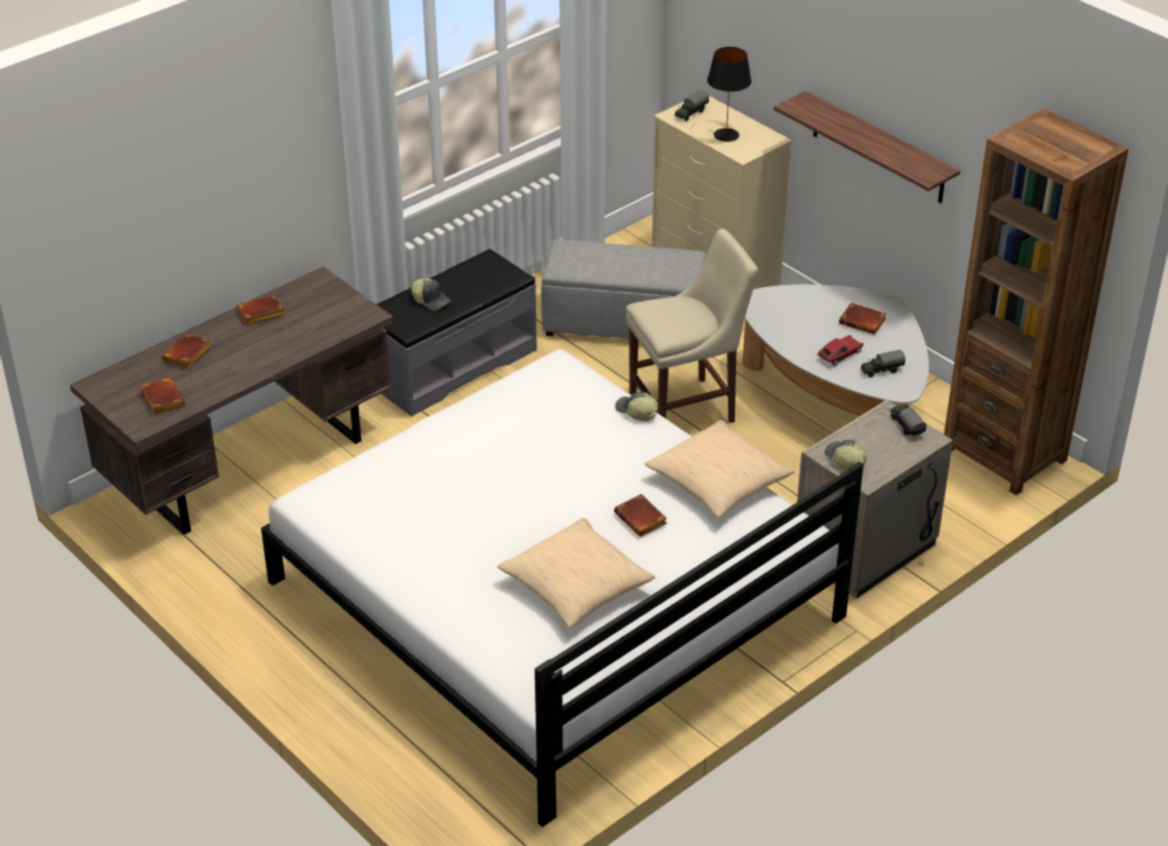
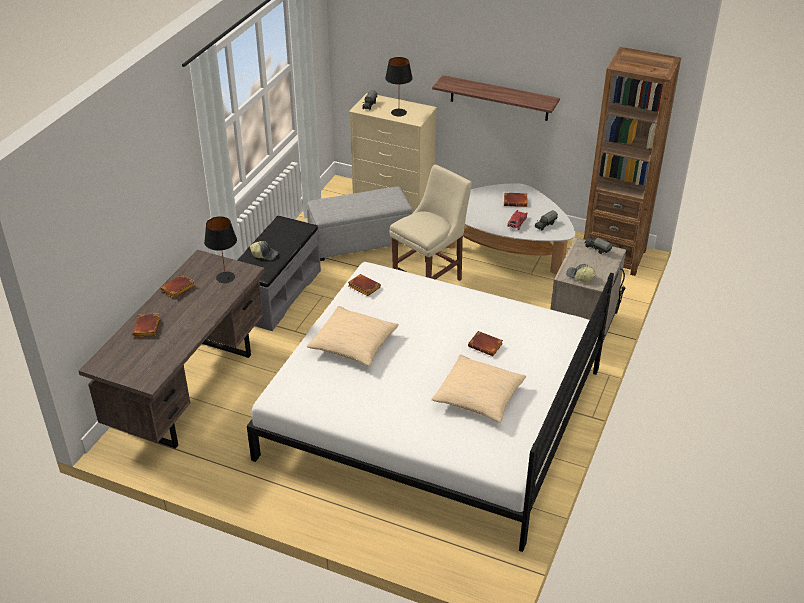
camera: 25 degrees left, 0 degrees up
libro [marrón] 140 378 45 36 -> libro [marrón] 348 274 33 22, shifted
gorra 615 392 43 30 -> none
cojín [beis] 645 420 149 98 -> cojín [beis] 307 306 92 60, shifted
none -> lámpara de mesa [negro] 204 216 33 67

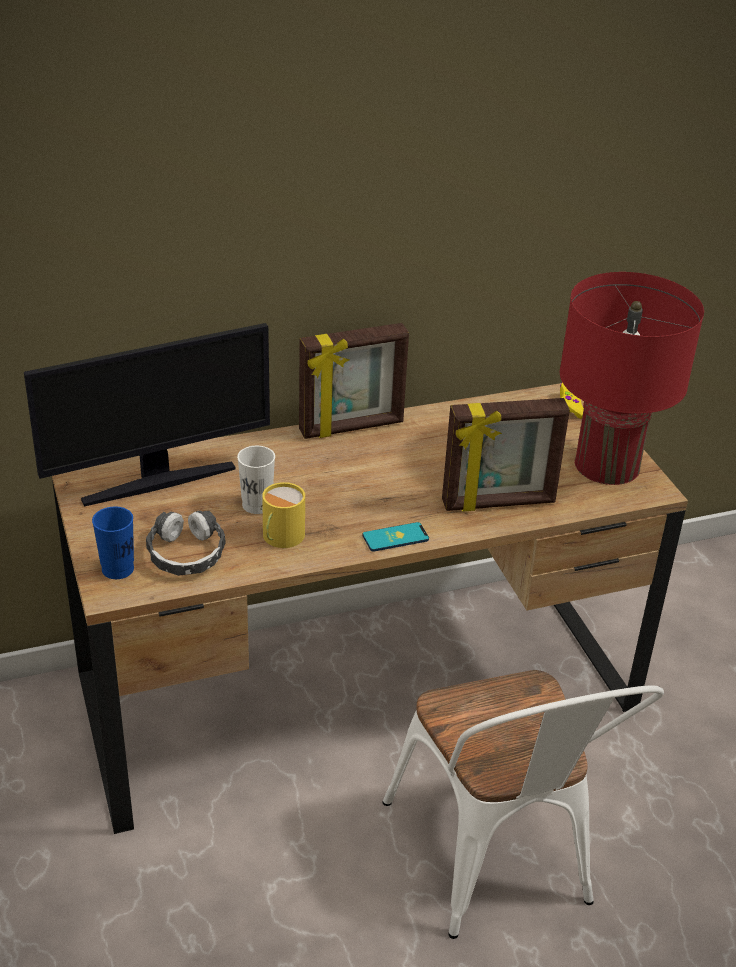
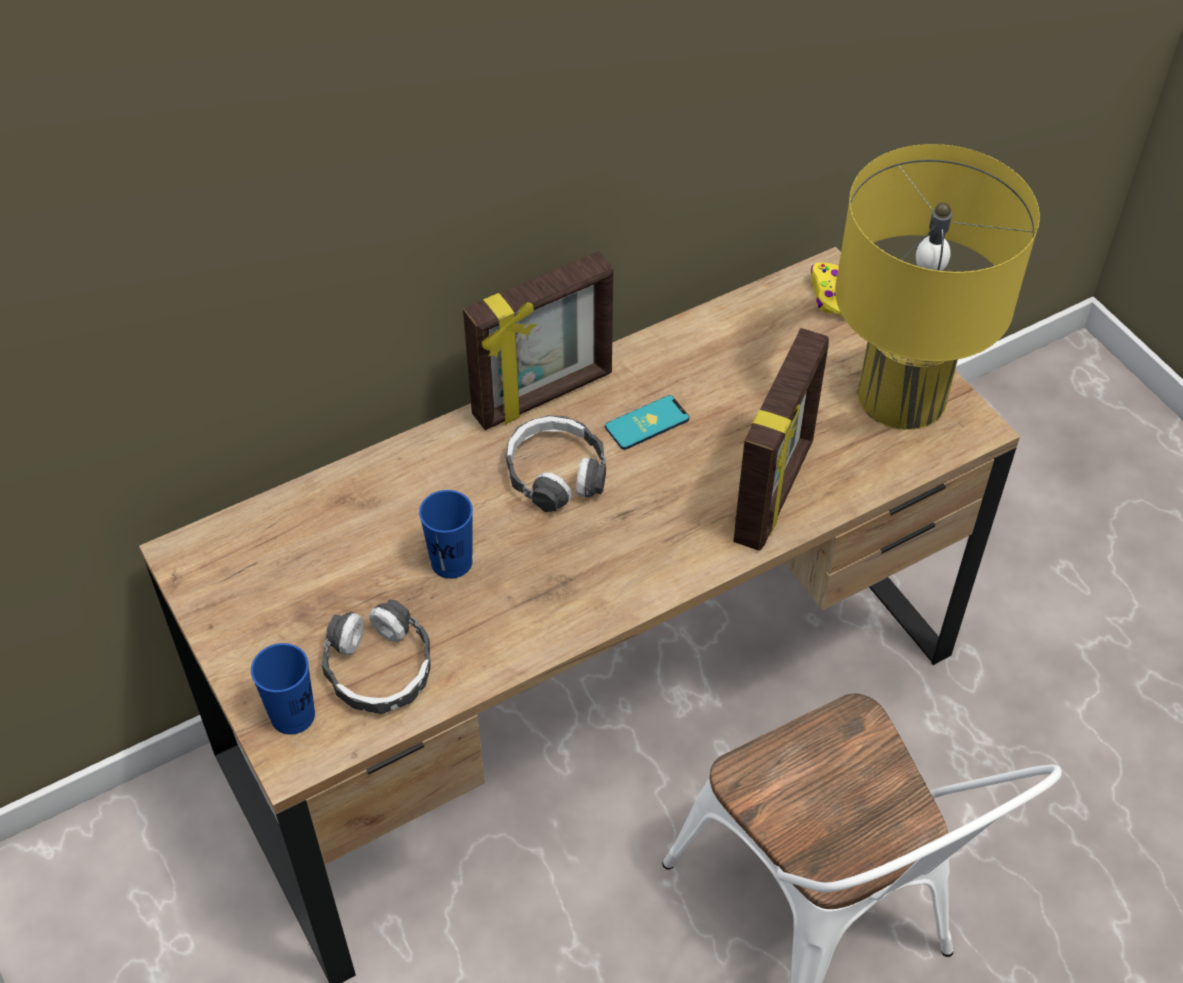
camera: 10 degrees left, 15 degrees up
monitor 24 323 246 183 -> none
taza [blanco] 237 446 38 68 -> taza [azul] 419 490 54 89
taza grande [amarillo] 261 482 44 66 -> none
móvil 363 522 66 30 -> móvil 605 395 84 55, shifted
portarretratos 442 398 128 114 -> portarretratos 733 328 96 223, 45 degrees counterclockwise
lámpara de mesa [rojo] 560 272 144 213 -> lámpara de mesa [amarillo] 835 144 205 286
none -> auriculares 505 415 101 97

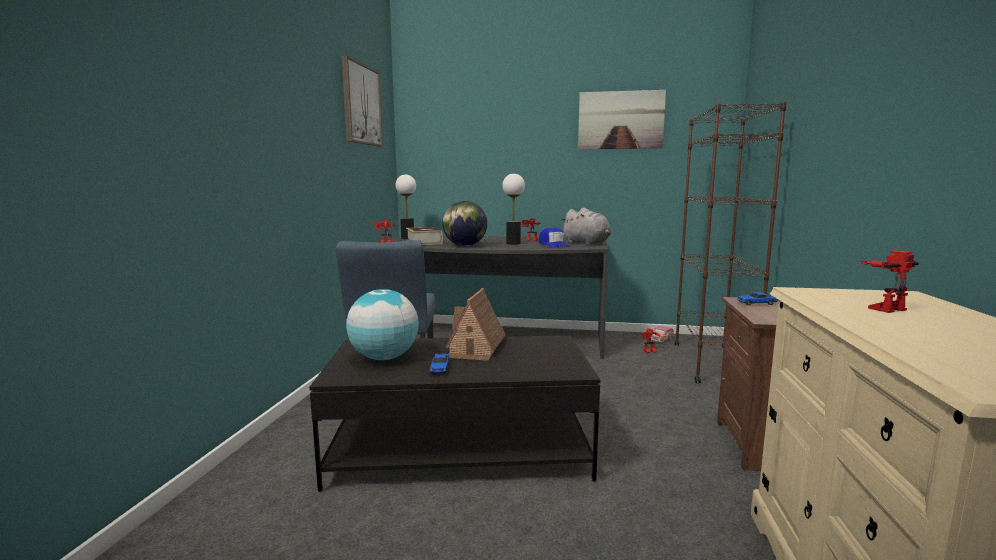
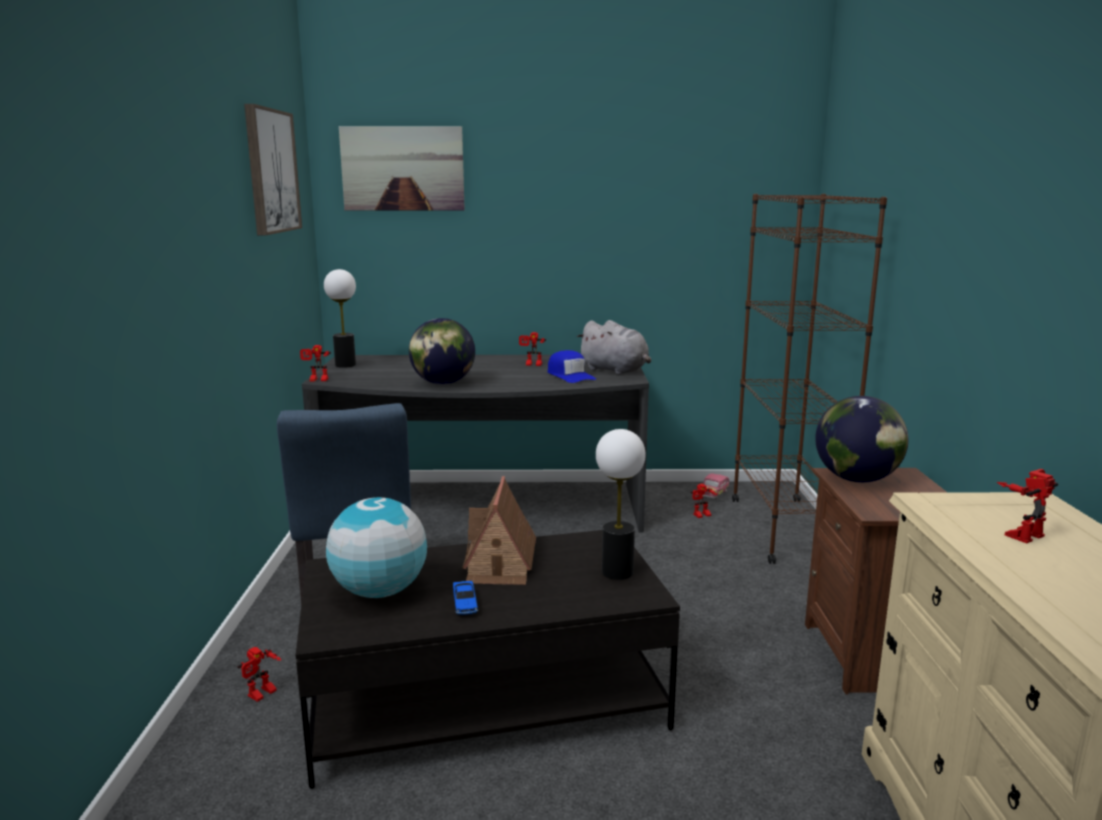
camera: 10 degrees left, 5 degrees up
libro 406 227 37 18 -> none
lámpara de mesa 502 174 23 71 -> lámpara de mesa 596 429 50 151, shifted
cuadro 578 90 88 59 -> cuadro 339 126 126 84, shifted
coche de juguete 737 292 42 13 -> globo terráqueo 815 396 93 87
none -> robot de juguete 238 647 43 55

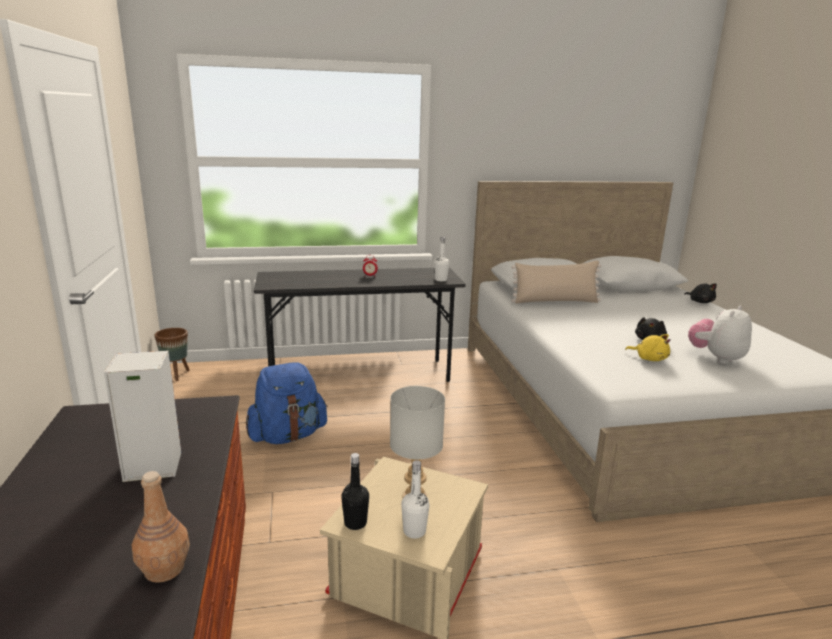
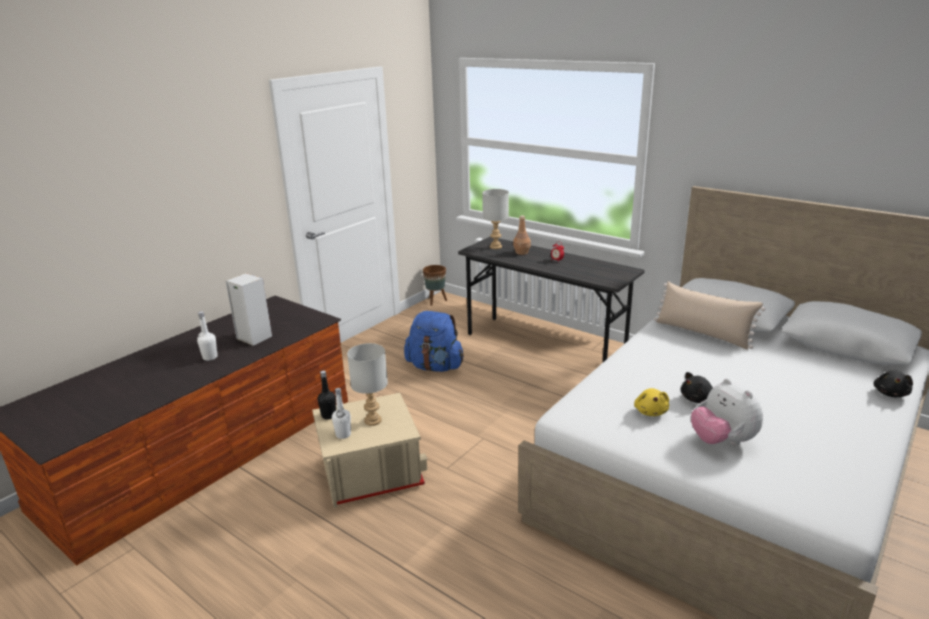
camera: 50 degrees right, 5 degrees up
botella [marrón] 132 471 58 112 -> botella [marrón] 513 216 18 39, shifted
botella [blanco] 434 237 15 44 -> botella [blanco] 197 311 21 50, shifted
peluche 688 305 64 59 -> peluche 691 379 72 66, 120 degrees counterclockwise
none -> lámpara de mesa [gris] 482 189 27 60

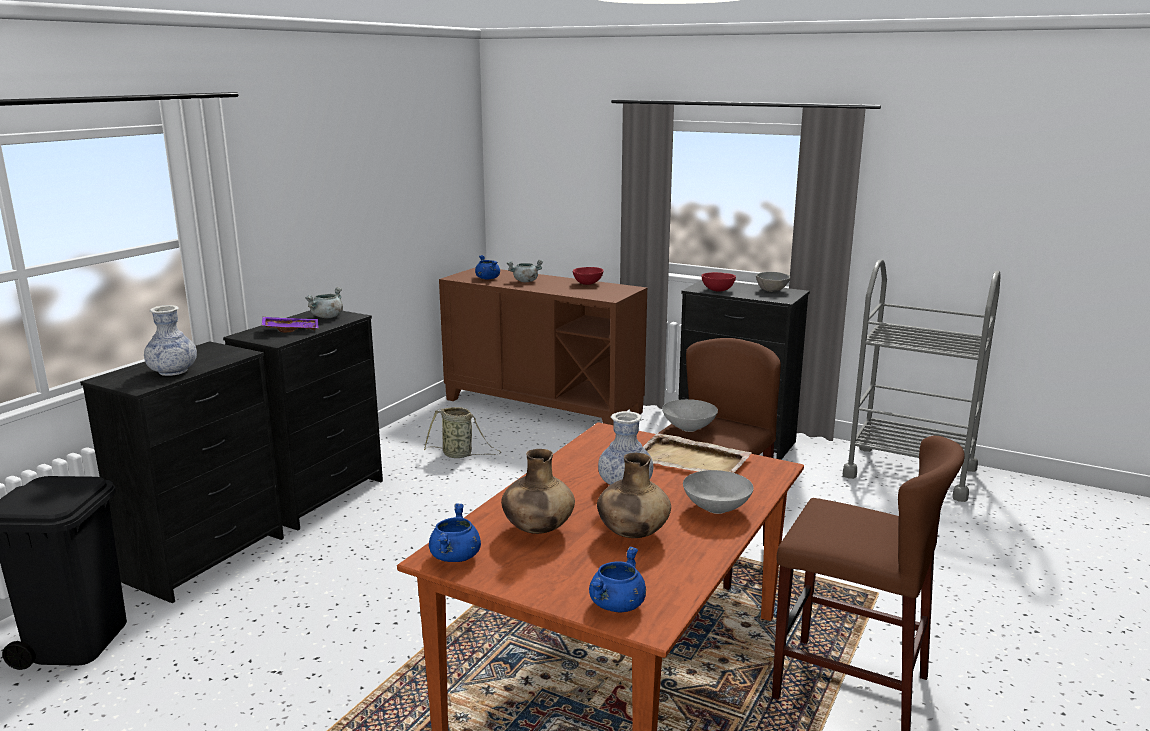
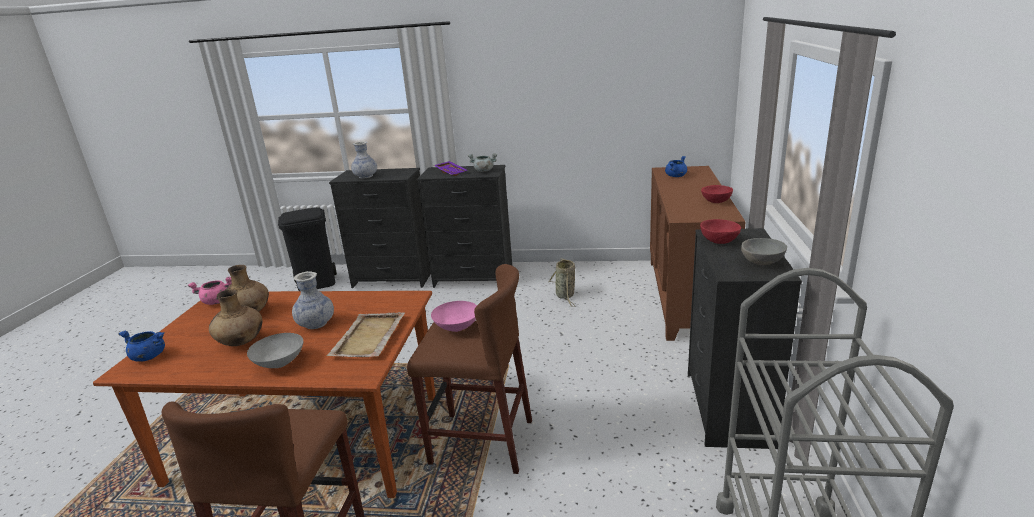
camera: 70 degrees right, 5 degrees up
olla [azul] 429 503 52 59 -> olla [rosa] 188 277 44 28
olla [gris] 507 260 36 22 -> none
cuenco [gris] 662 399 56 33 -> cuenco [rosa] 431 301 46 31

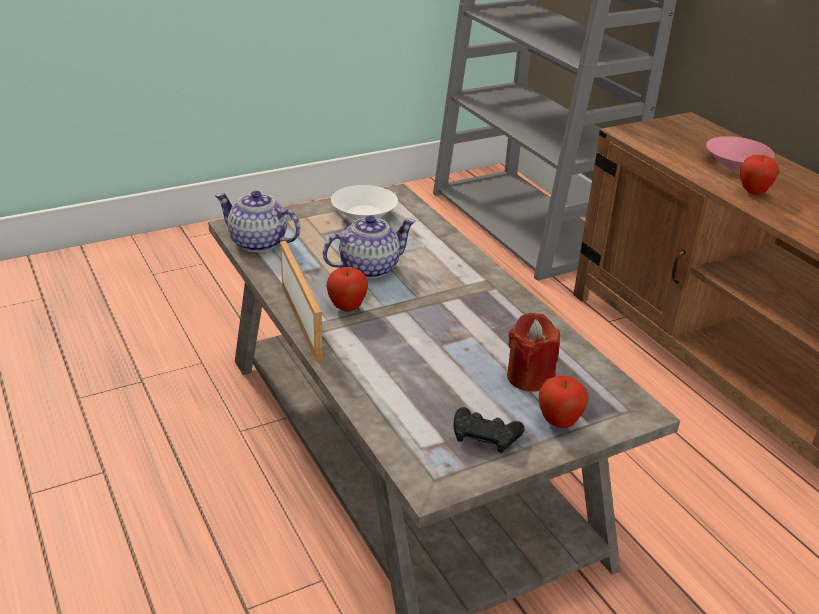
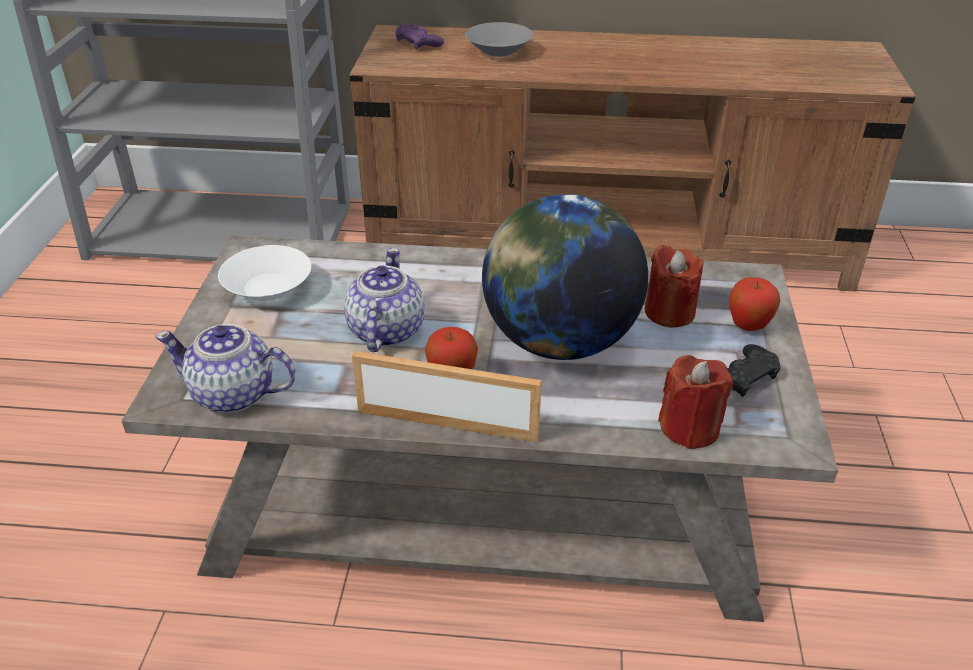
camera: 55 degrees left, 5 degrees up
tetera 215 191 85 61 -> tetera 155 324 141 89, 45 degrees clockwise
cuenco [rosa] 706 136 68 35 -> cuenco [gris] 465 22 68 35
manzana 740 155 39 40 -> none
none -> mando de consola [morado] 396 23 48 27
none -> globo terráqueo 482 194 166 166
none -> vela [rojo] 658 355 75 94

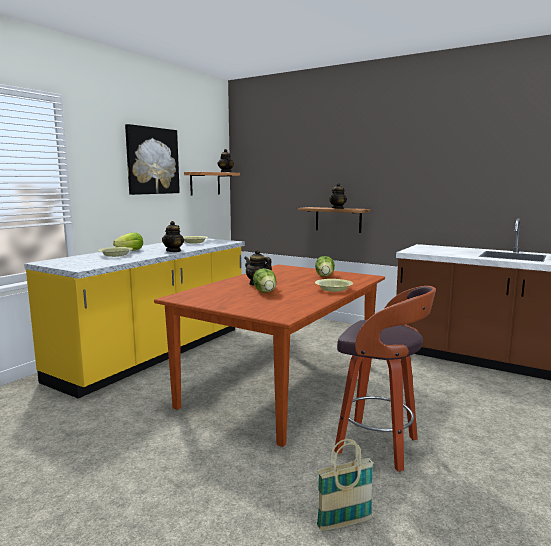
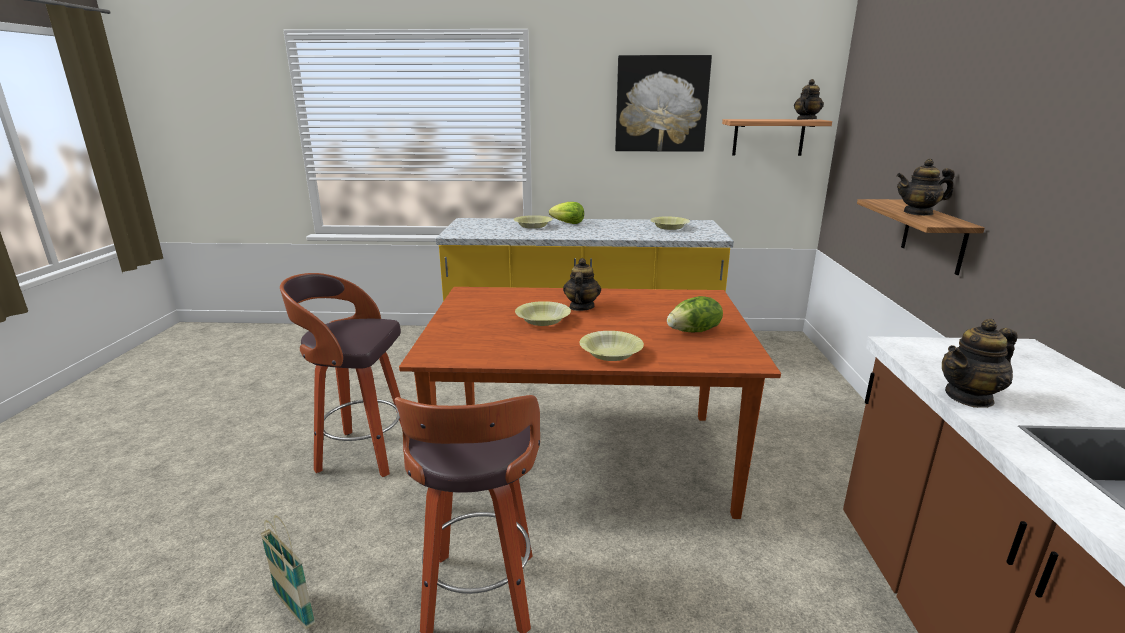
camera: 60 degrees right, 10 degrees up
tetera 162 221 22 31 -> tetera 942 319 75 89, shifted
lechuga 253 268 23 25 -> cuenco [amarillo] 515 301 56 25
none -> taburete 280 273 122 204

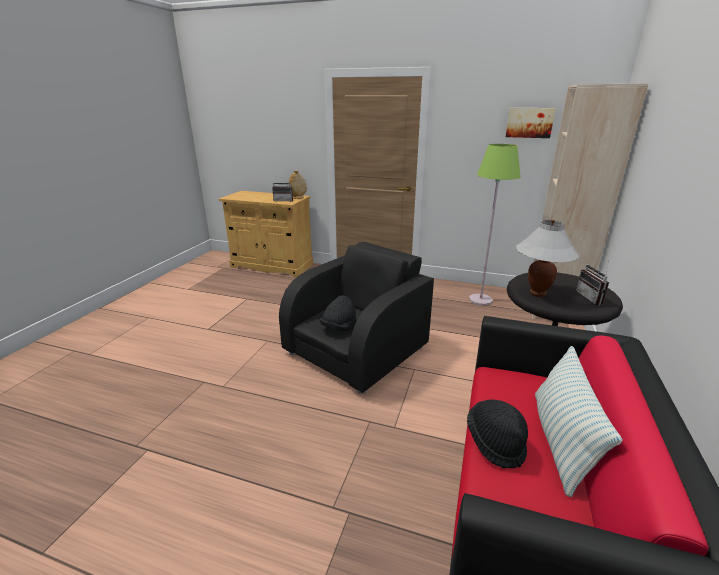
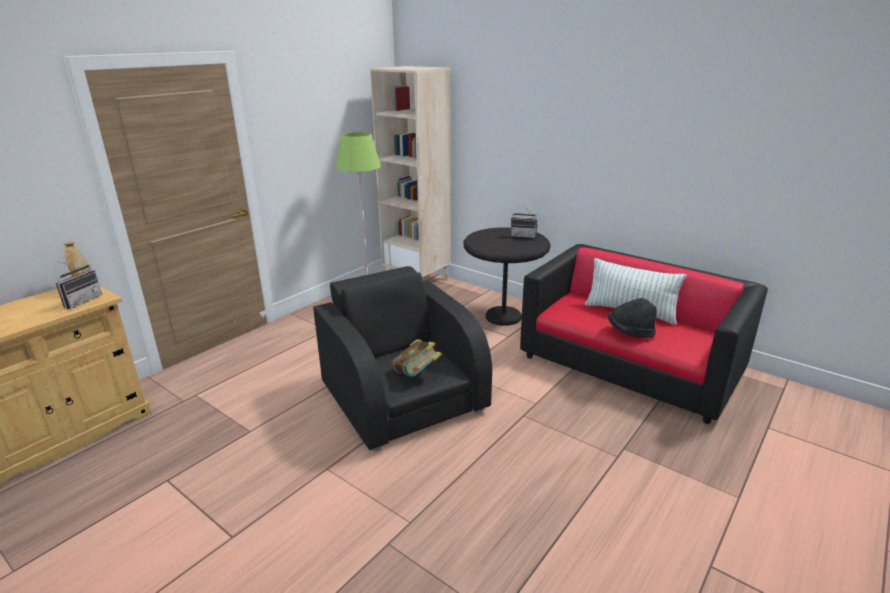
camera: 70 degrees left, 0 degrees up
sombrero [negro] 319 295 38 35 -> libro 391 339 51 38
cuadro 506 108 50 30 -> none
lámpara de mesa [blanco] 516 220 64 77 -> none

